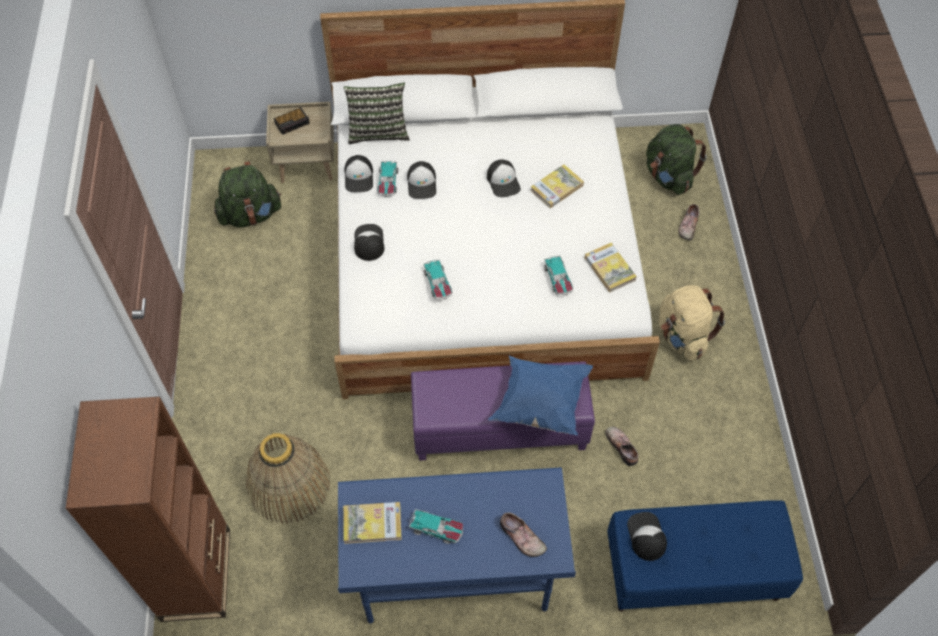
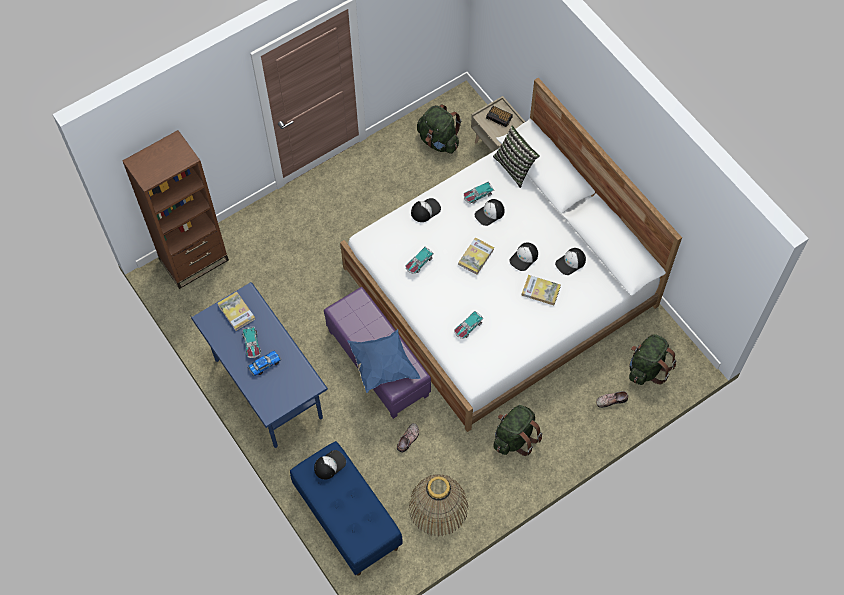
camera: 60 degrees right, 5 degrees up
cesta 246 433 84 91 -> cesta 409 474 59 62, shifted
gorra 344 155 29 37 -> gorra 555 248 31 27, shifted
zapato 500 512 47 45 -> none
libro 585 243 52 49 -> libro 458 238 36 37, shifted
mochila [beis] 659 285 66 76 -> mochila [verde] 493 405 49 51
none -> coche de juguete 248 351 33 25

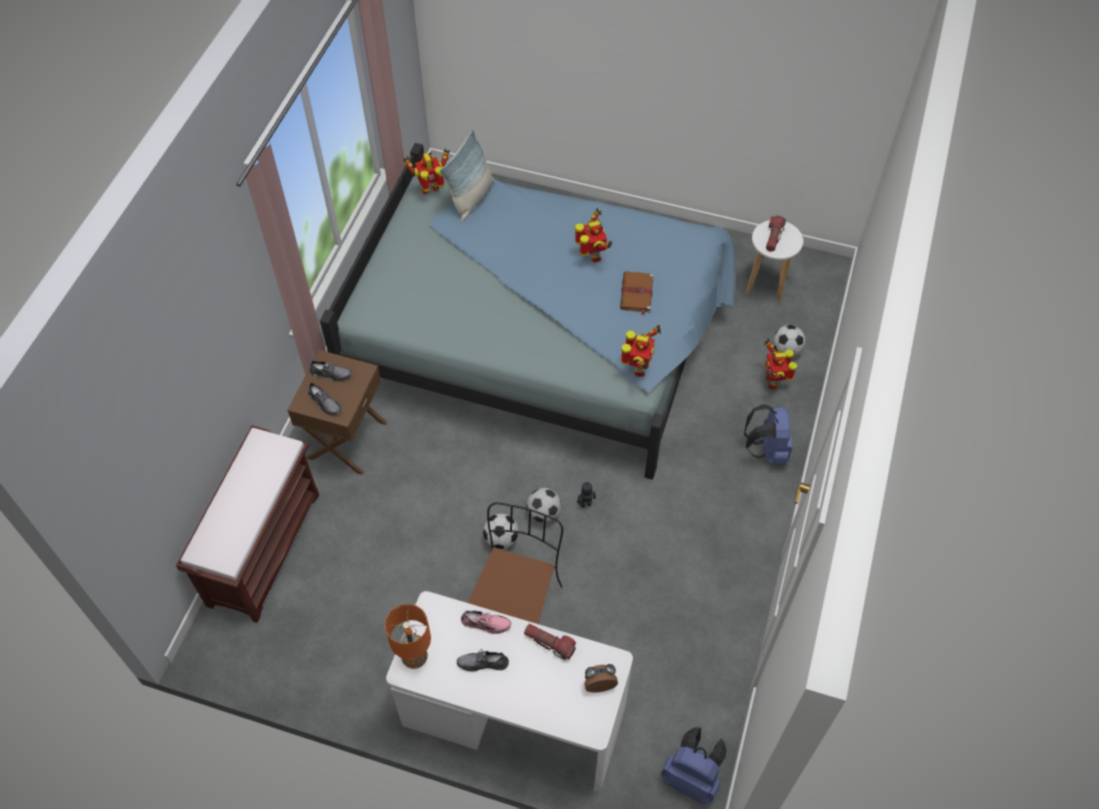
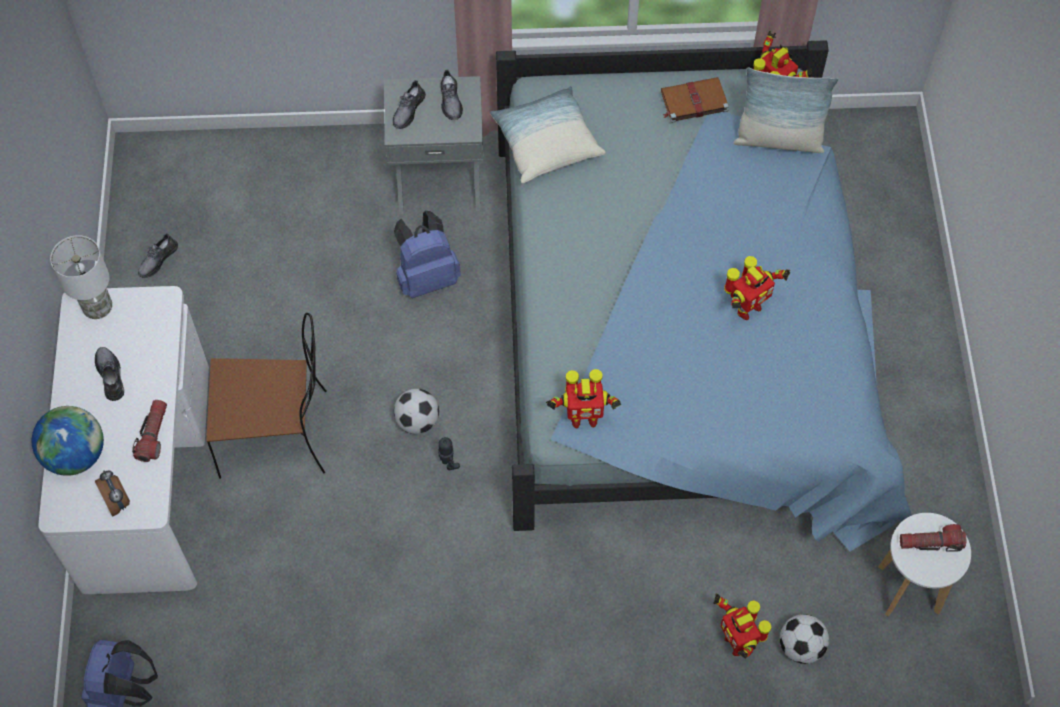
camera: 70 degrees right, 5 degrees up
banco [marrón] 176 425 143 198 -> none
mesita de noche [marrón] 287 350 100 125 -> mesita de noche [gris] 385 76 99 138
lámpara de mesa [naranja] 385 604 46 65 -> lámpara de mesa [blanco] 50 235 62 84
zapato [rosa] 461 610 50 24 -> none
balón de fútbol 483 514 35 35 -> none
libro [marrón] 620 272 34 44 -> libro [marrón] 661 77 68 46, shifted
mochila [azul] 744 404 49 61 -> mochila [azul] 394 211 67 87, shifted
robot de juguete 764 338 33 51 -> robot de juguete 713 593 58 66, 90 degrees counterclockwise
none -> globo terráqueo 32 406 72 70
none -> zapato [gris] 138 233 40 45
none -> cojín 490 86 116 97

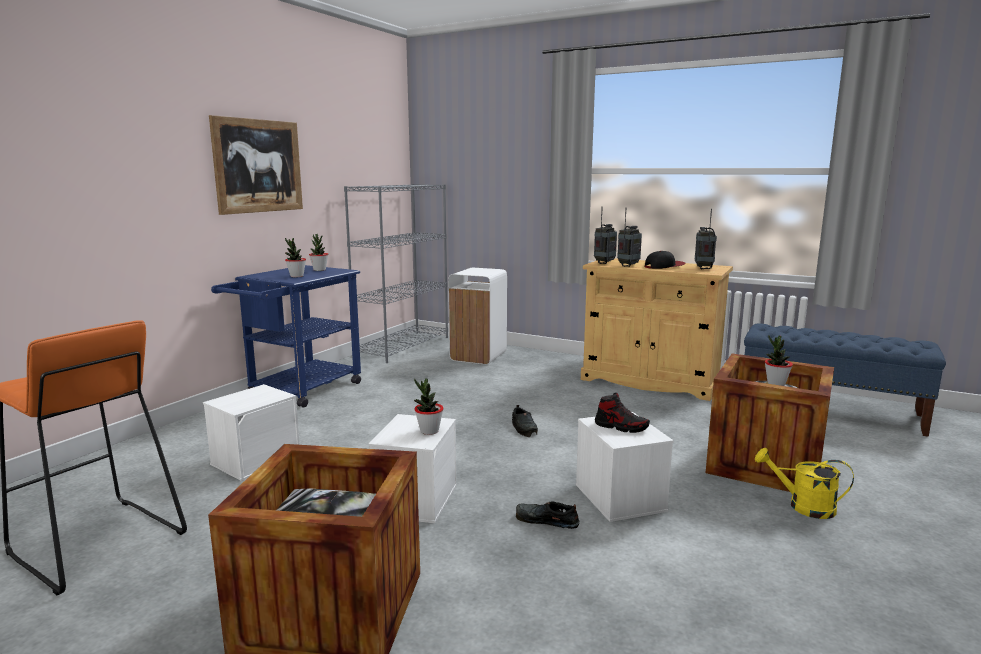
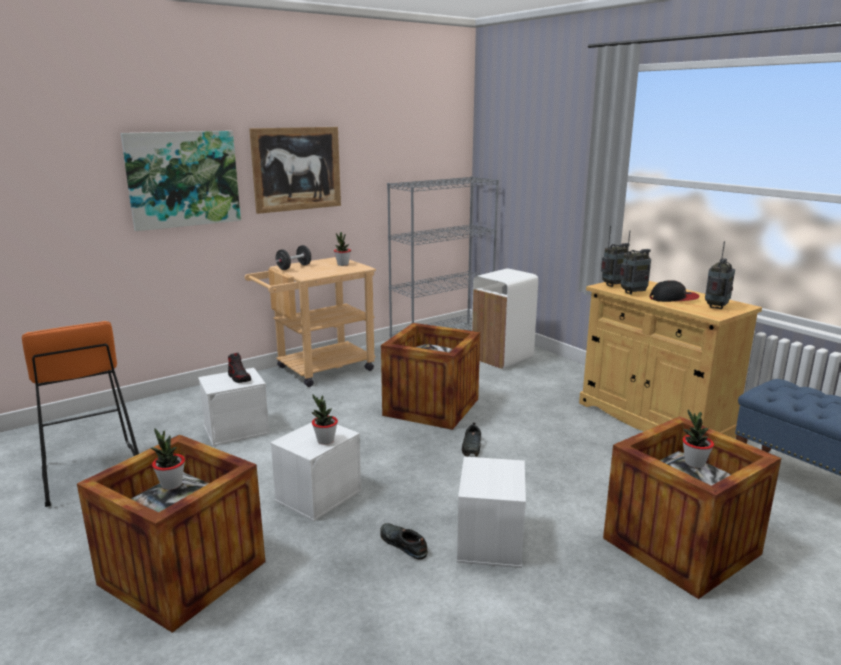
camera: 25 degrees right, 5 degrees up
carrito [azul] 211 265 150 142 -> carrito [beis] 245 257 131 130
planta en maceta 285 238 21 39 -> planta en maceta 151 428 34 62, shifted
zapato 595 393 55 40 -> zapato 228 353 23 30, shifted
regadera [amarillo] 755 448 99 71 -> none
none -> cuadro 121 131 120 100
none -> mancuerna [negro] 276 245 35 25
none -> caja de embalaje 381 323 99 107

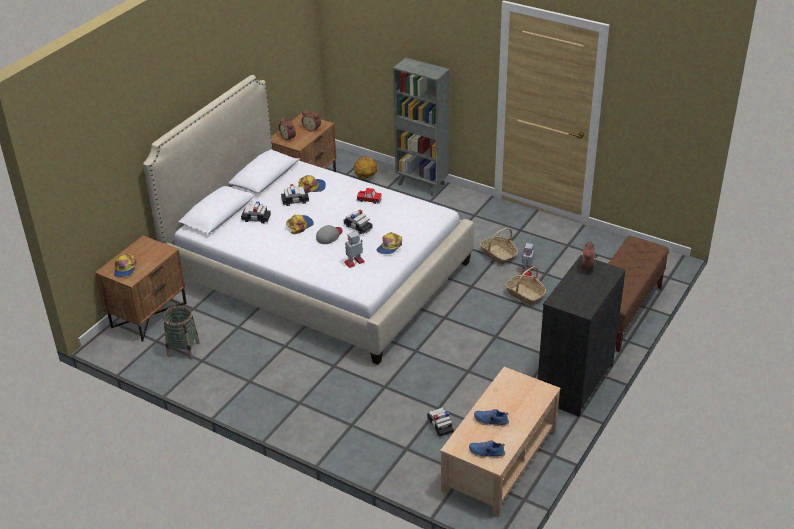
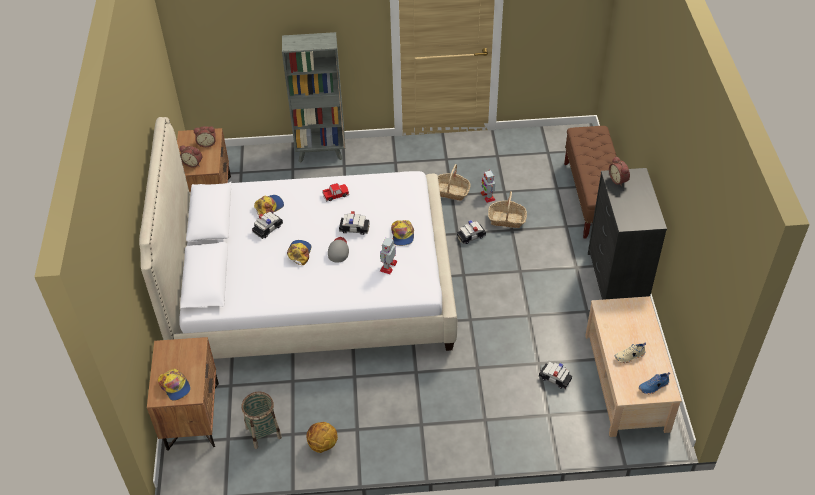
camera: 35 degrees left, 10 degrees up
coche de juguete 241 201 30 22 -> coche de juguete 457 220 29 24, shifted
balón de baloncesto 354 156 23 23 -> balón de baloncesto 306 422 32 31, shifted
zapato [azul] 474 409 35 18 -> zapato [beis] 615 343 31 20

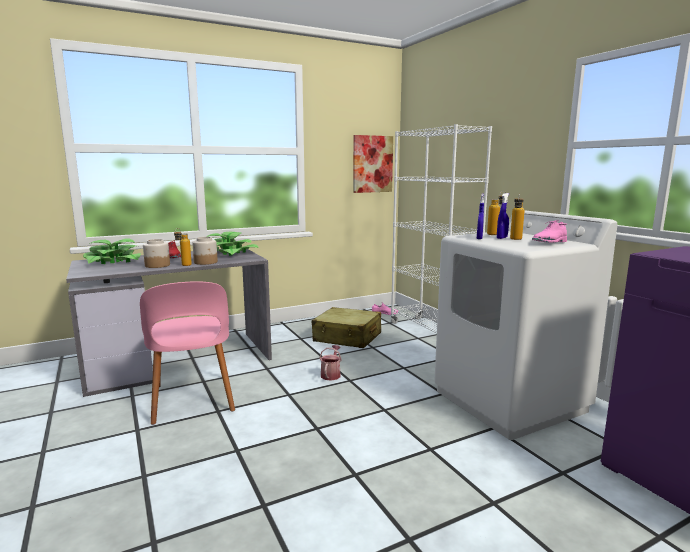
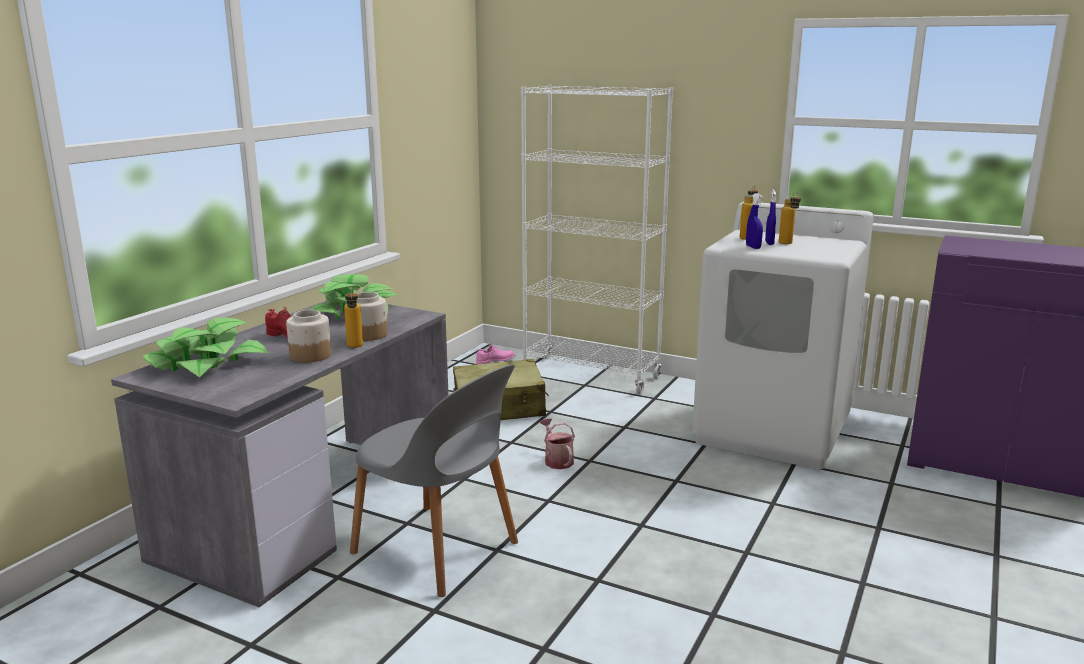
camera: 35 degrees left, 5 degrees up
silla [rosa] 140 281 95 144 -> silla [gris] 350 364 168 233
cuadro 353 135 40 58 -> none
zapato [rosa] 532 220 35 23 -> none

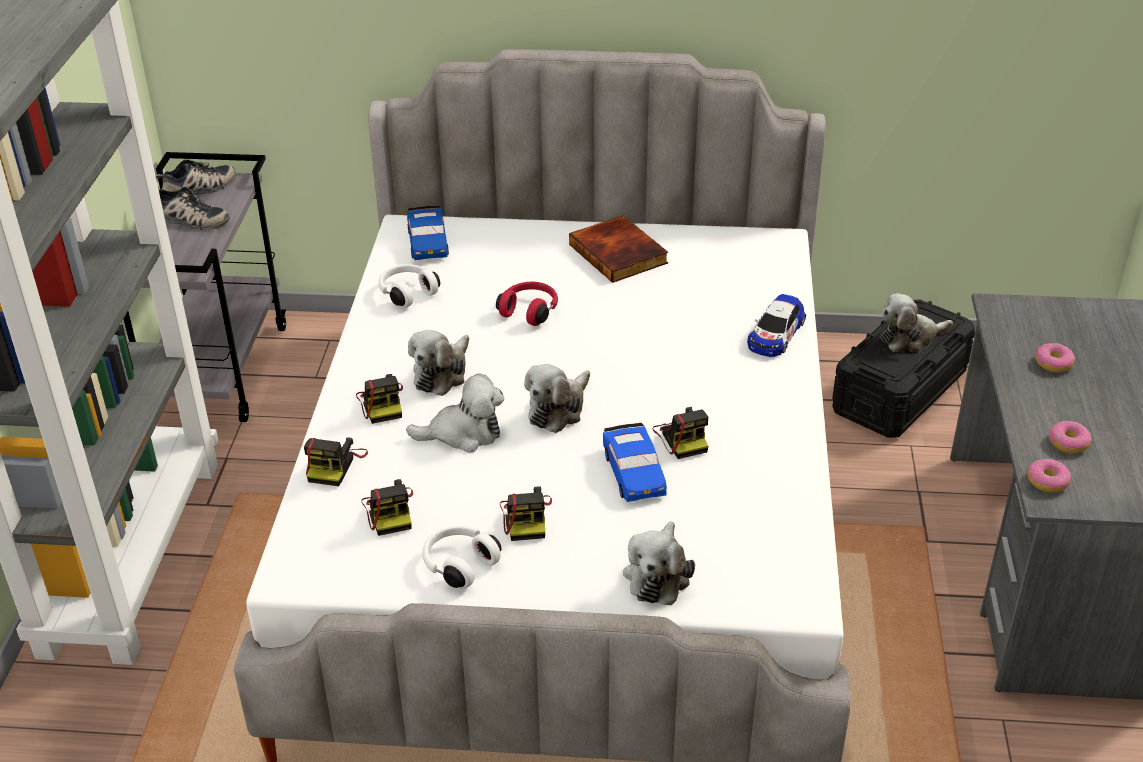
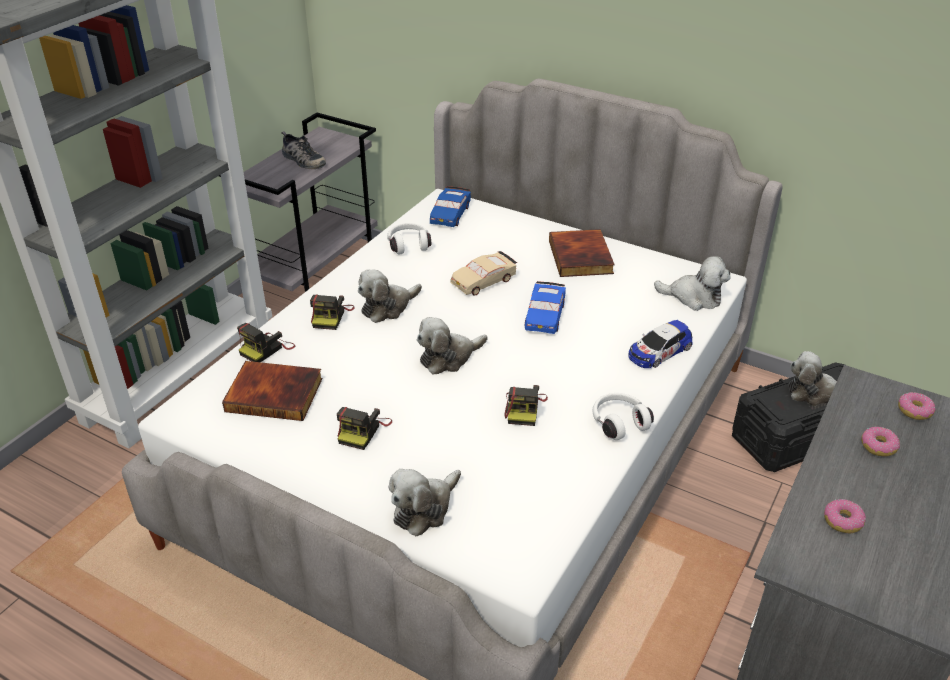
camera: 25 degrees right, 0 degrees up
zapato 155 159 80 36 -> none
cámara 362 479 51 57 -> libro 222 361 100 60
peluche 406 374 98 79 -> peluche 654 256 77 55, shifted
auriculares [blanco] 422 526 79 63 -> auriculares [blanco] 592 393 62 47, shifted
auriculares [rojo] 496 281 62 45 -> coche de juguete [beis] 450 251 67 45
coche de juguete [azul] 603 423 64 79 -> coche de juguete [azul] 525 281 41 53, shifted
rosquilla 1027 459 44 33 -> rosquilla 898 392 38 28, shifted

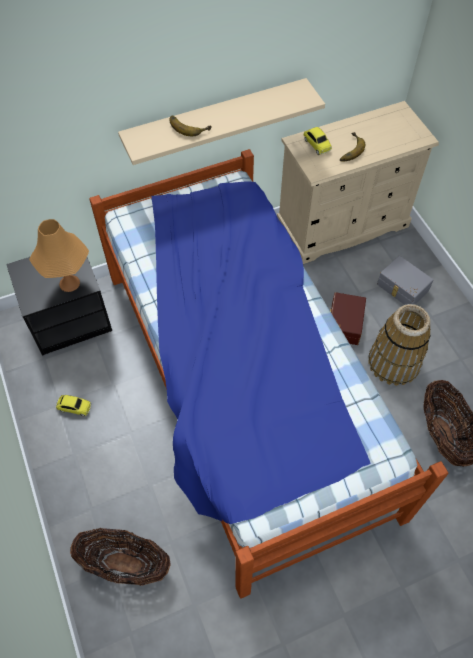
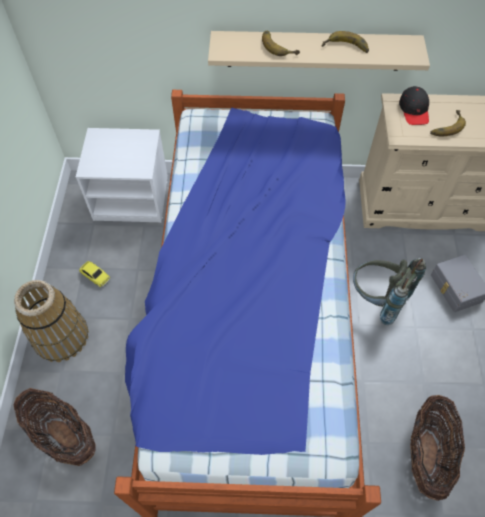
camera: 25 degrees right, 0 degrees up
mesita de noche [negro] 6 257 106 99 -> mesita de noche [blanco] 76 128 92 95
lámpara de mesa [naranja] 29 219 60 73 -> none
coche de juguete 303 127 29 28 -> gorra [negro] 399 86 30 39
caja de almacenaje [marrón] 330 292 36 53 -> mochila [gris] 353 258 74 67
cesta 368 304 63 82 -> cesta 14 280 75 82, shifted
none -> plátano 322 31 47 22

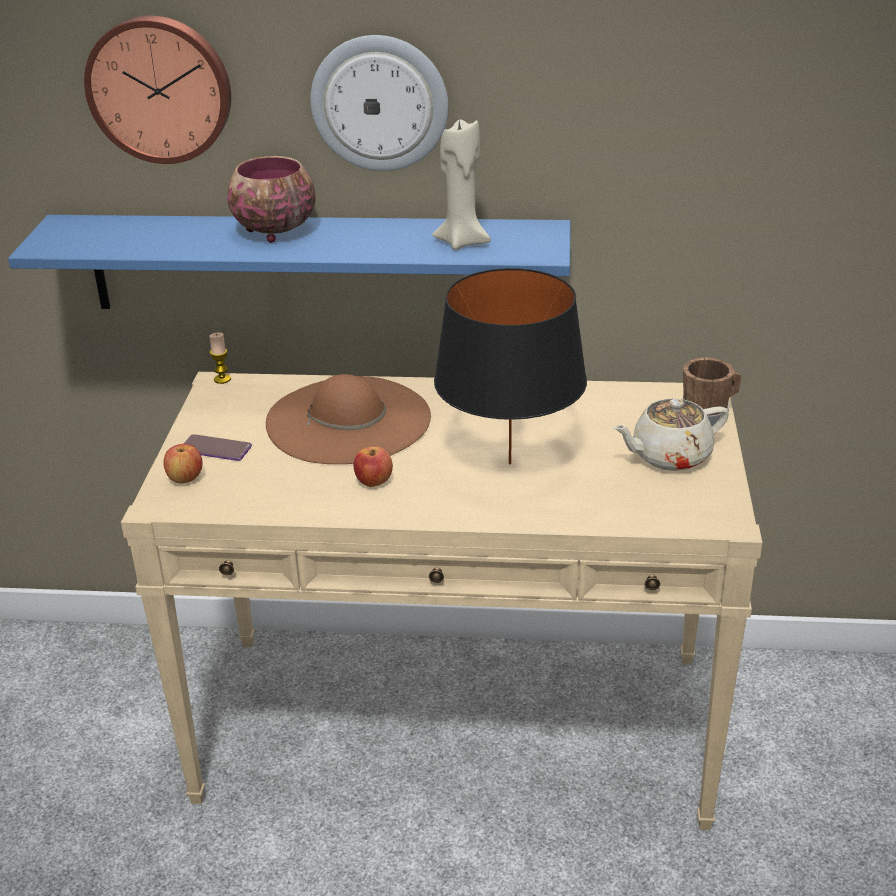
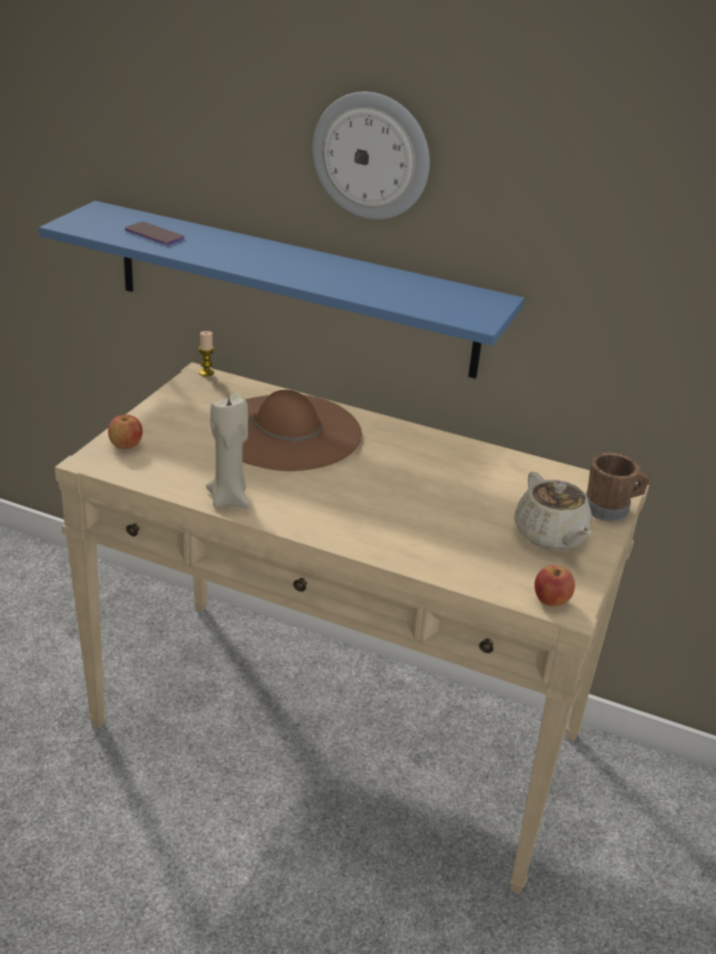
camera: 15 degrees right, 0 degrees up
reloj de pared 84 15 147 149 -> none
móvil 184 434 68 27 -> móvil 125 222 59 23, shifted
cuenco 227 156 89 87 -> none
manzana 353 446 40 41 -> manzana 534 565 41 41, shifted
vela [beis] 432 120 59 130 -> vela [beis] 206 393 44 115, shifted
lámpara de mesa [negro] 434 268 153 196 -> none
tetera [beis] 613 398 116 73 -> tetera [beis] 514 472 78 78, 105 degrees counterclockwise

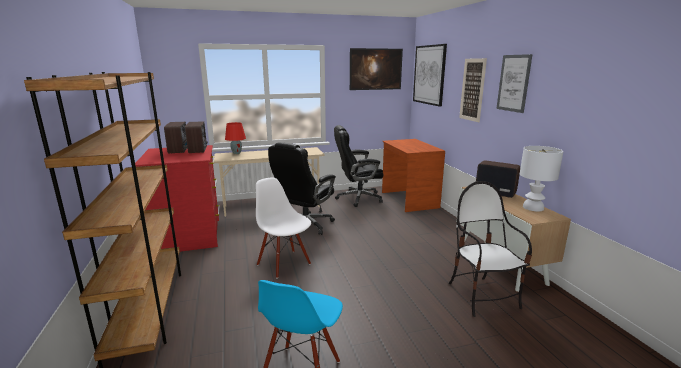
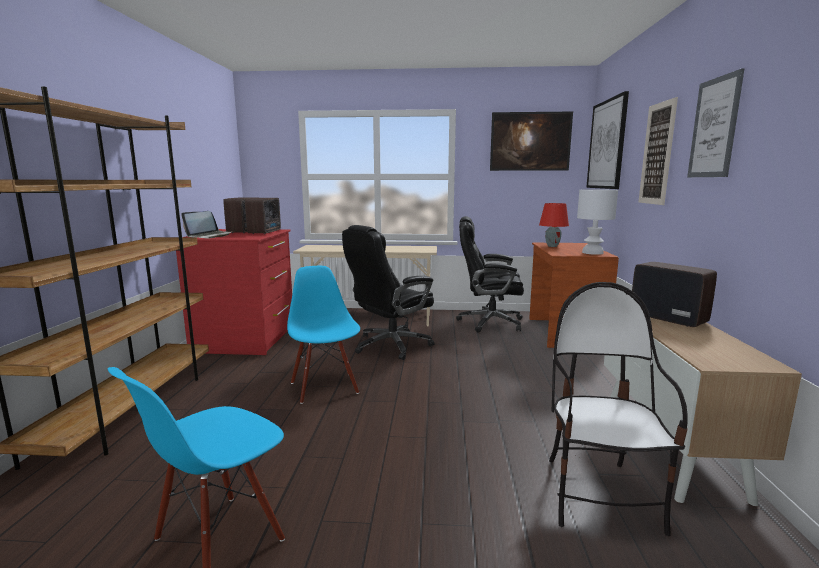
camera: 20 degrees right, 5 degrees down
lámpara de mesa [rojo] 225 122 21 32 -> lámpara de mesa [rojo] 539 203 30 44, shifted
silla [blanco] 256 177 55 102 -> silla [azul] 287 266 73 138
lámpara de mesa [blanco] 520 146 43 65 -> lámpara de mesa [blanco] 577 189 41 66, shifted
none -> portátil 181 211 52 28

